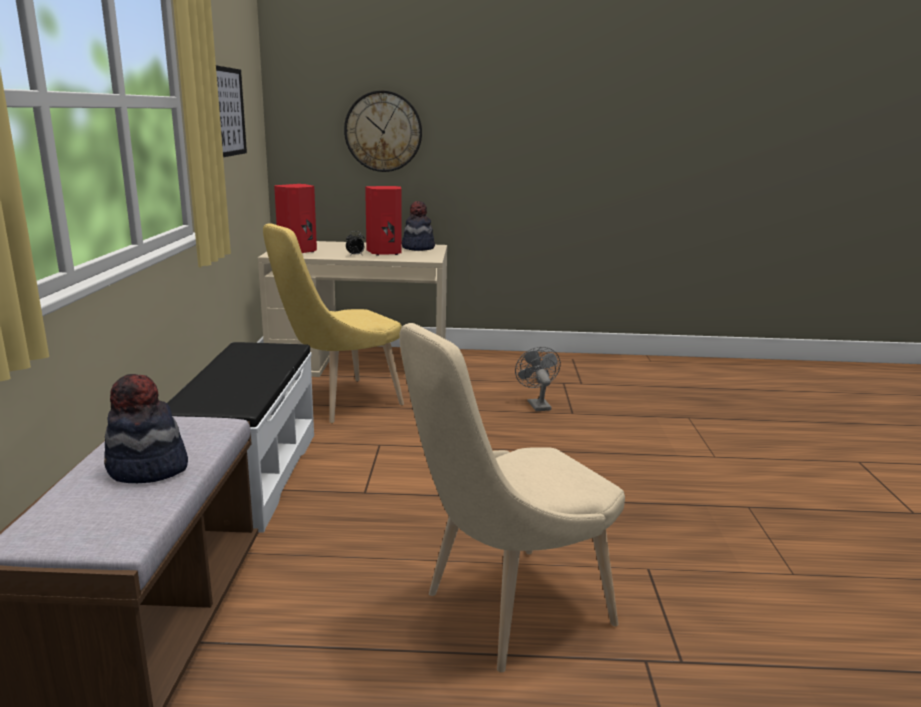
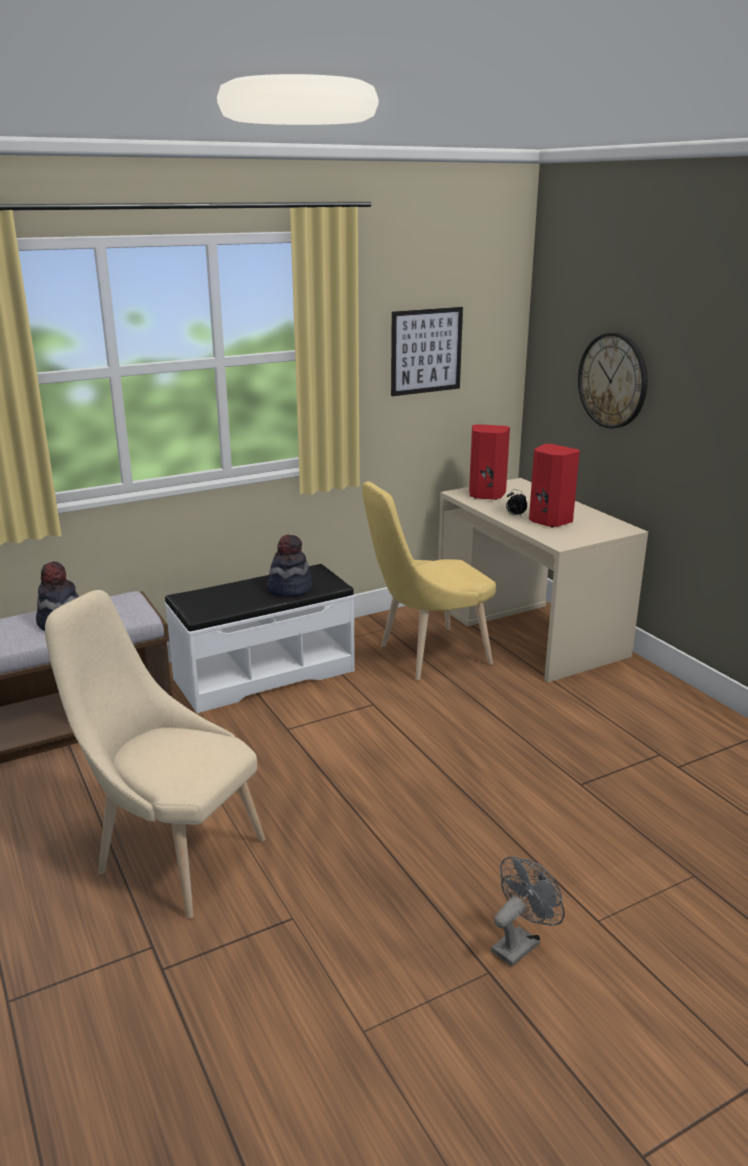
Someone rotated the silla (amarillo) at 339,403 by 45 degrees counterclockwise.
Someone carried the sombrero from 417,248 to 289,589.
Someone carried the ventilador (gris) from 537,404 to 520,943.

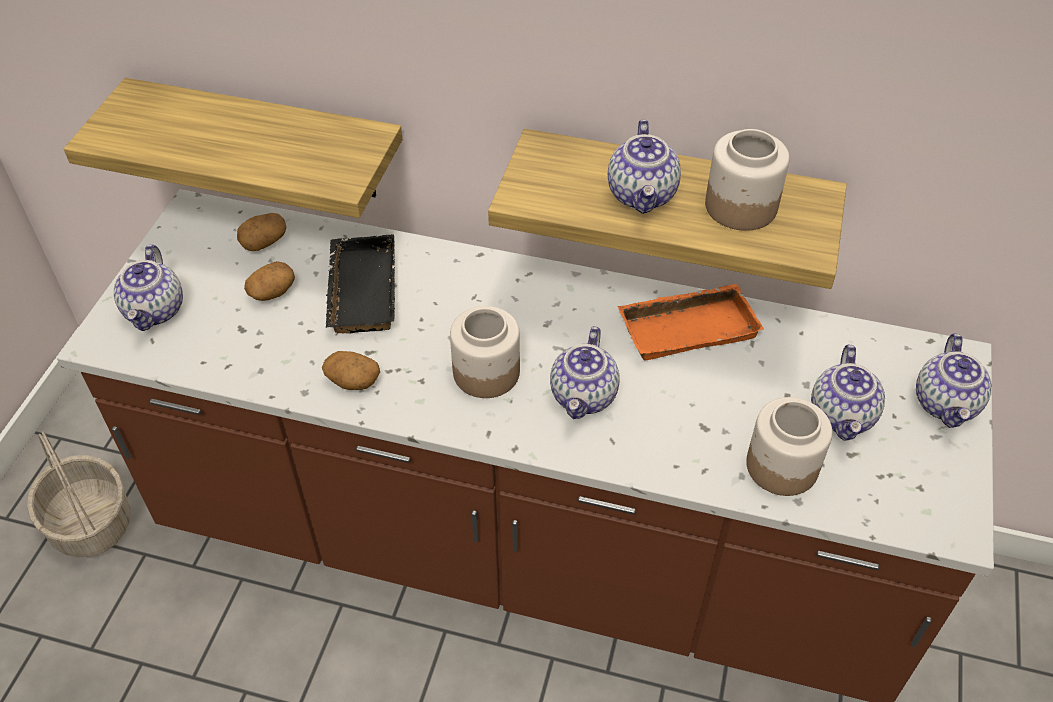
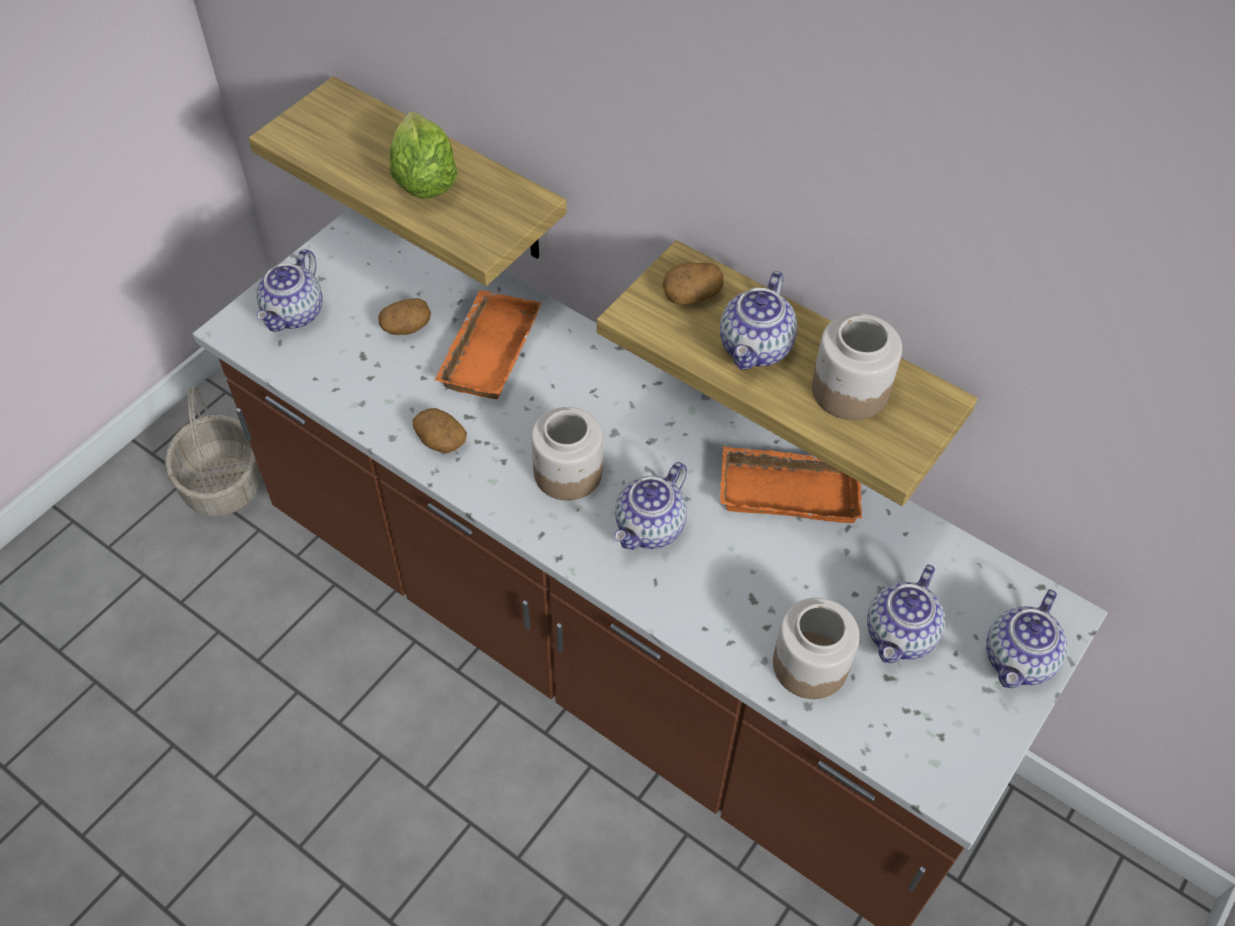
Someone carried the patata from 264,241 to 692,294.
Someone repainted the bandeja (negro) at 359,290, which became the bandeja (naranja) at 487,349.
Someone put down the lechuga at 424,181.

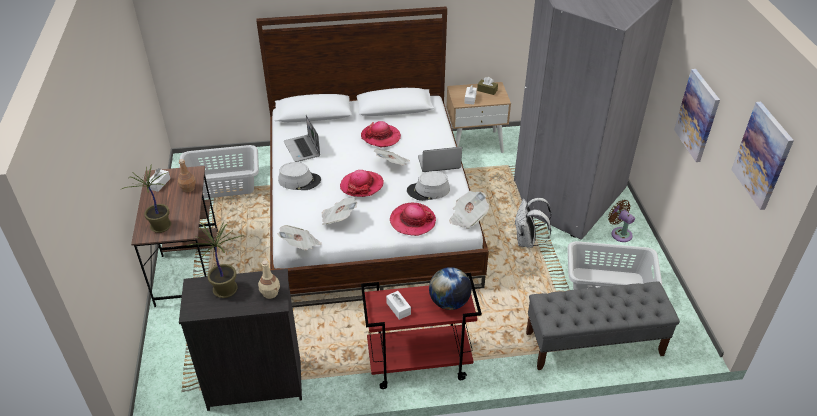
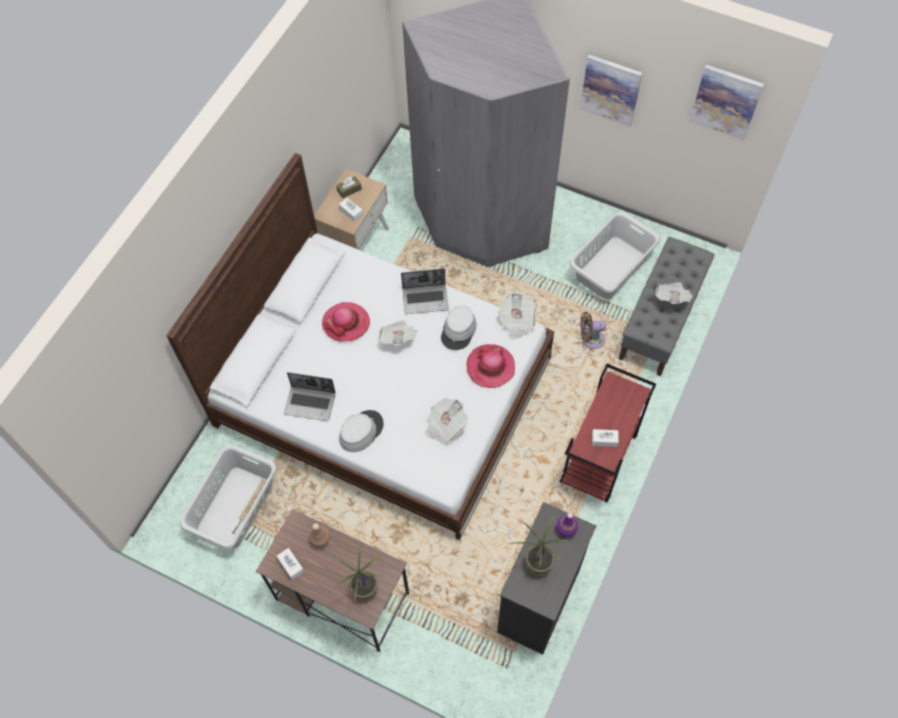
Someone repainted the botella (beis) at 270,293, which became the botella (morado) at 566,529.
Someone carried the periódico from 300,245 to 672,298.
Someone took away the sombrero at 362,185.
Someone rotated the portátil at 438,163 by 120 degrees counterclockwise.
Someone took away the globo terráqueo at 449,302.
Someone took away the mochila (blanco) at 527,241.
Someone carried the ventilador (marrón) from 619,233 to 590,339.

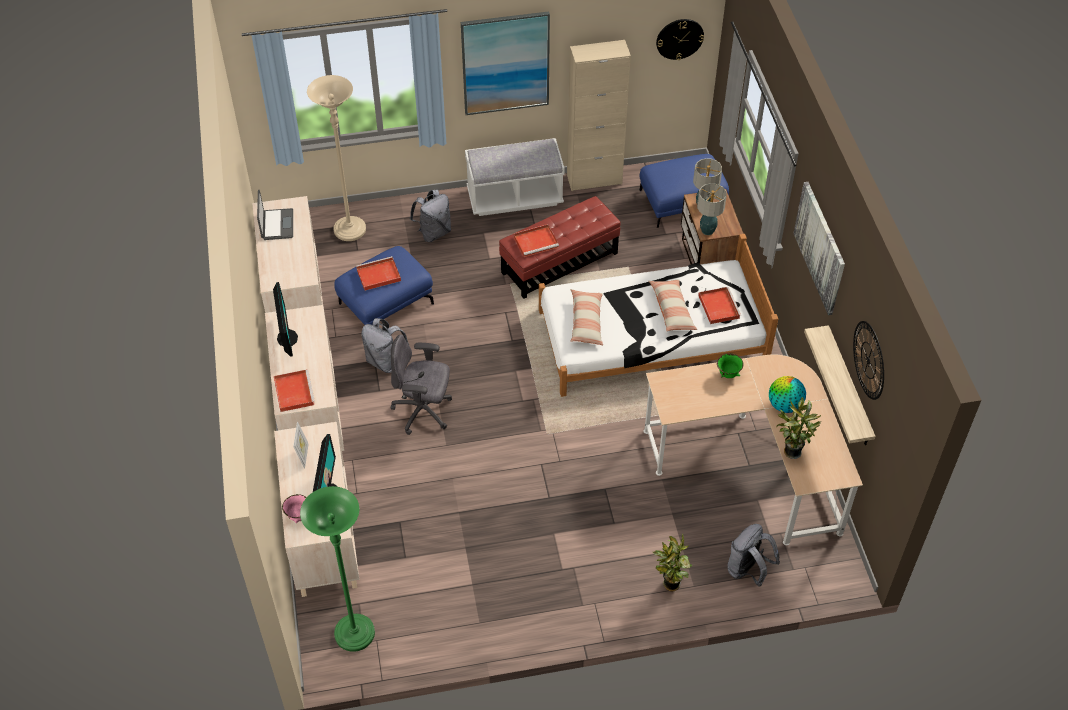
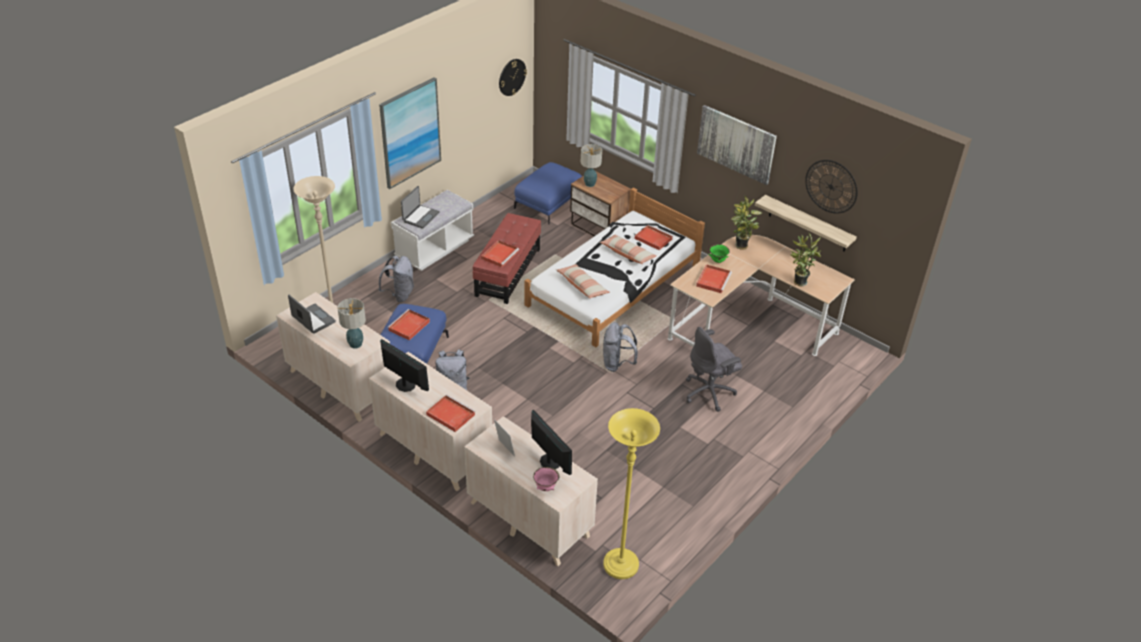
Someone repainted the lámpara de pie (verde) at 354,634, which became the lámpara de pie (amarillo) at 620,565.
Someone carried the silla de oficina (gris) from 423,411 to 709,392.
Someone took away the armario (beis) at 594,179.
Someone carried the planta en maceta from 670,585 to 741,247.
Someone carried the lámpara de mesa from 707,230 to 355,344.
Someone carried the mochila (gris) from 748,570 to 617,364.
Someone took away the globo terráqueo at 784,405.
Someone put down the portátil at 420,217.
Someone put down the bandeja (rojo) at 713,280.

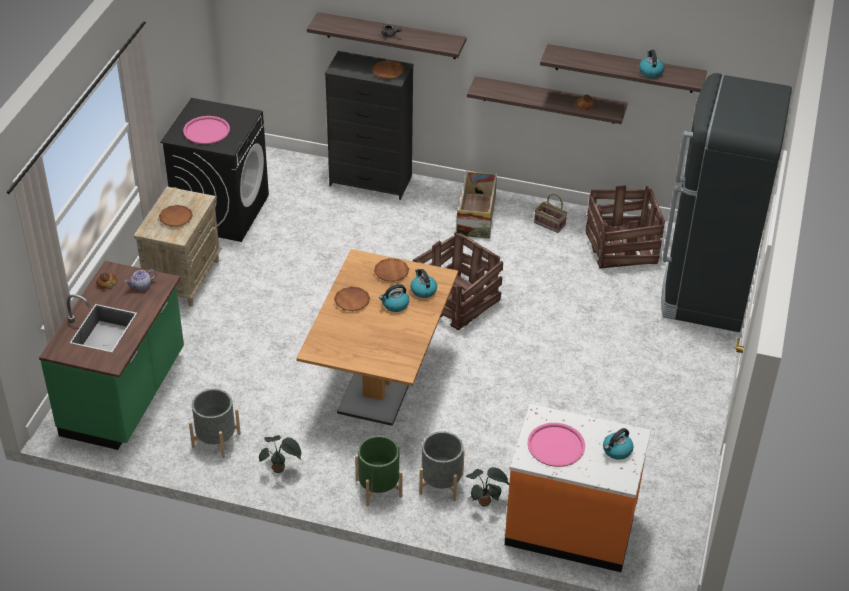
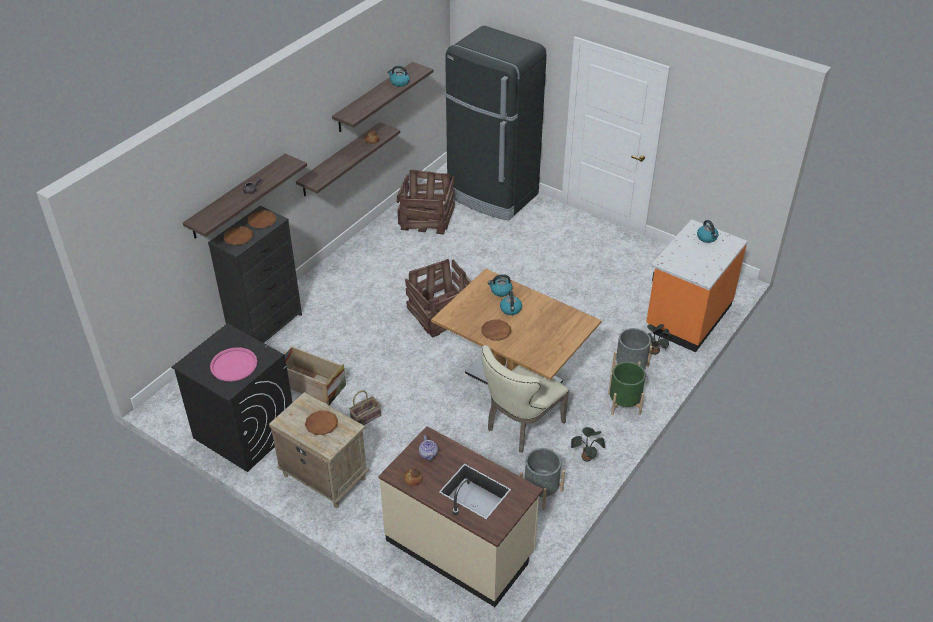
Someone repainted the mueble bajo de cocina (verde) at 125,394, which became the mueble bajo de cocina (beis) at 460,547.
Someone carried the plato (marrón) from 391,272 to 238,237.
Someone carried the caja de embalaje from 476,215 to 310,384.
Someone took away the bandeja (rosa) at 556,445.
Someone carried the cesta from 550,224 to 366,416.
Someone put down the silla (beis) at 521,427.

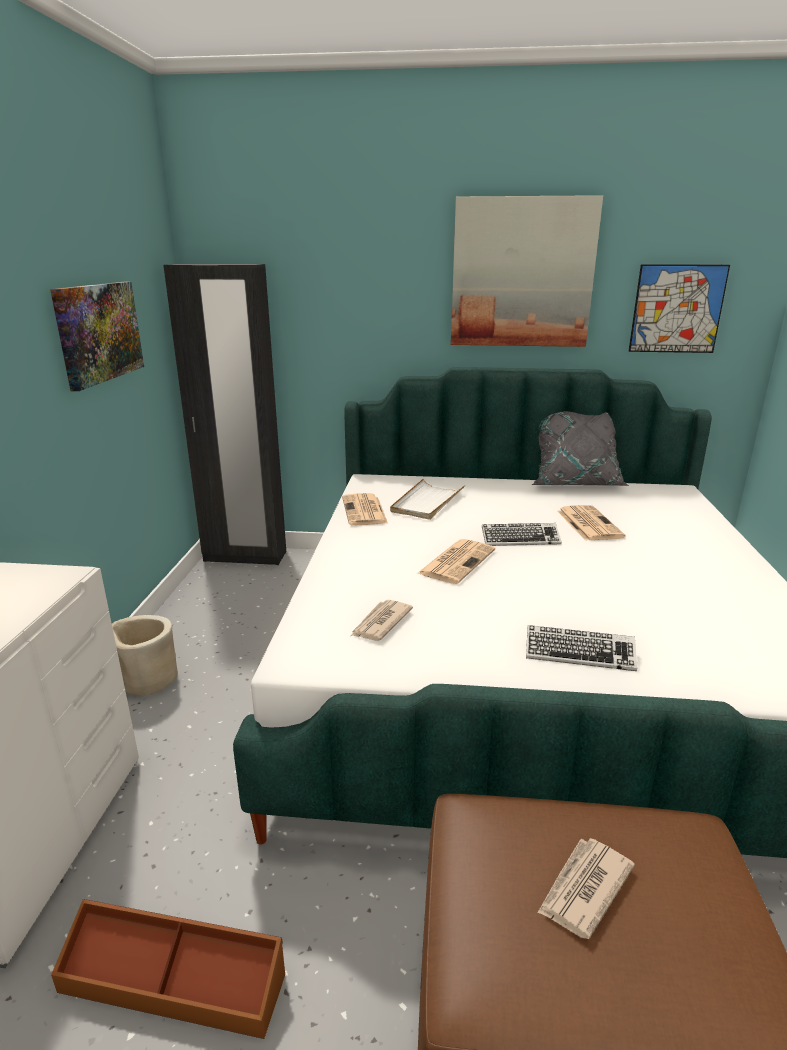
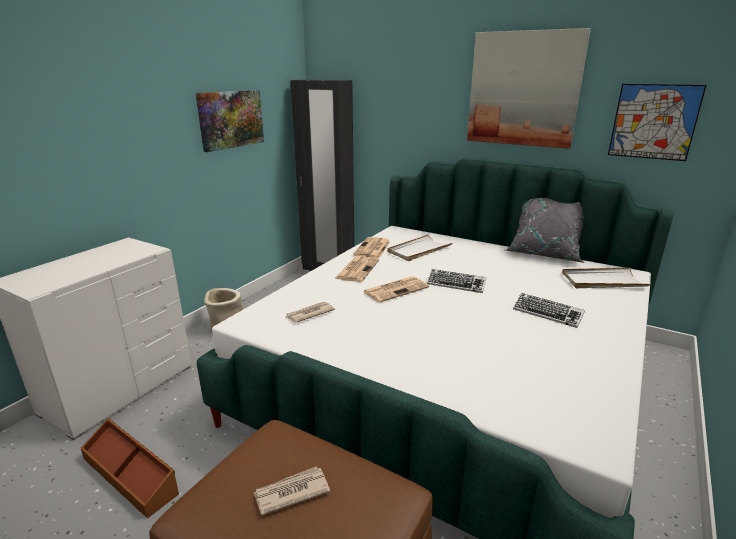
Someone carried the teclado from 579,653 to 547,313.
Someone carried the periódico from 588,523 to 357,269.
Someone put down the bandeja (blanco) at 602,281.

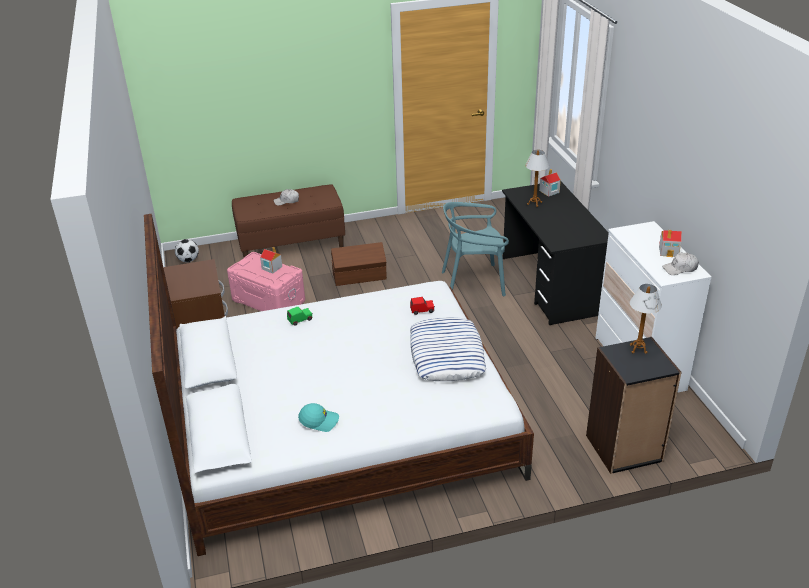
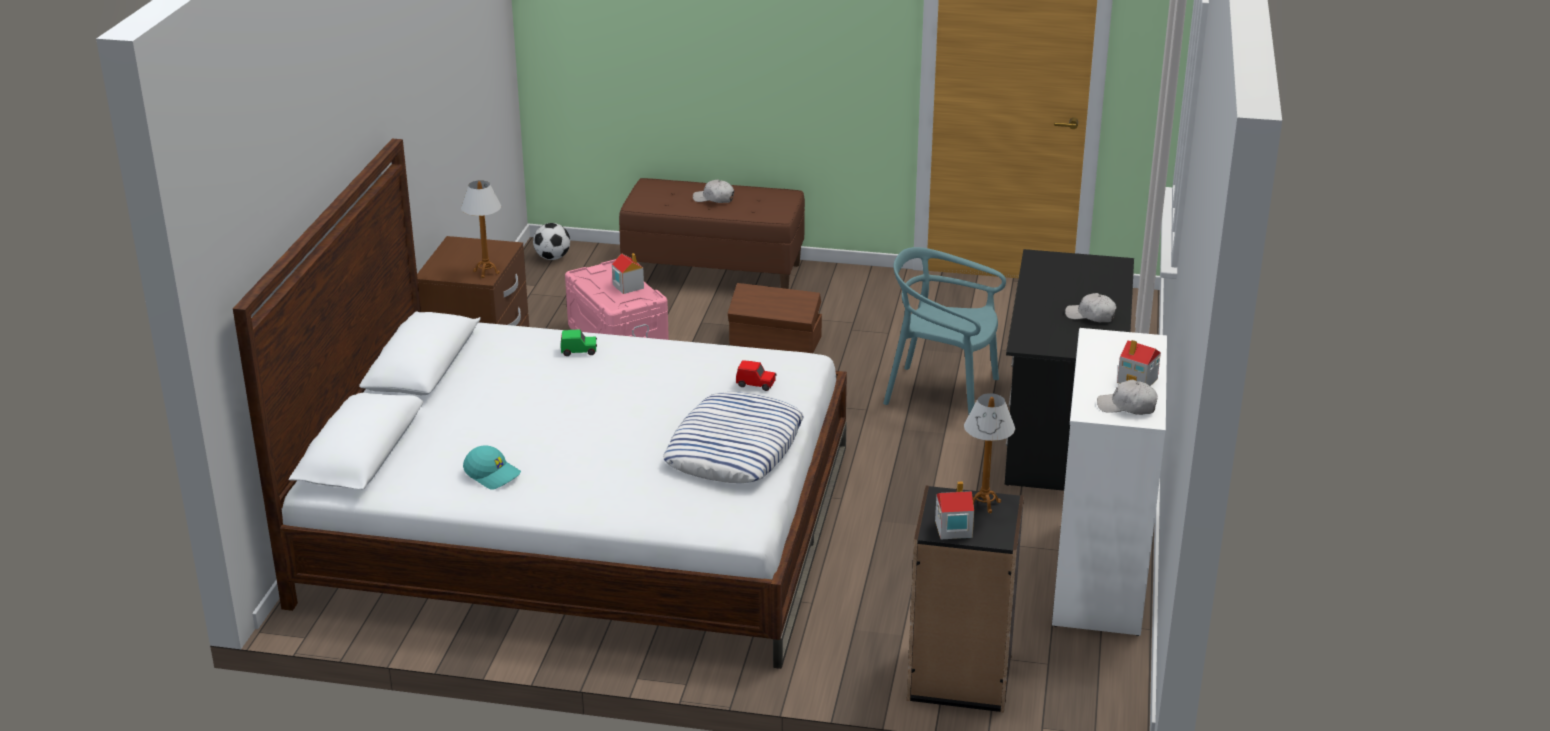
Someone carried the lámpara de mesa from 534,203 to 486,272.
Someone carried the casita from 549,191 to 953,529.
Someone put down the gorra (blanco) at 1091,316.

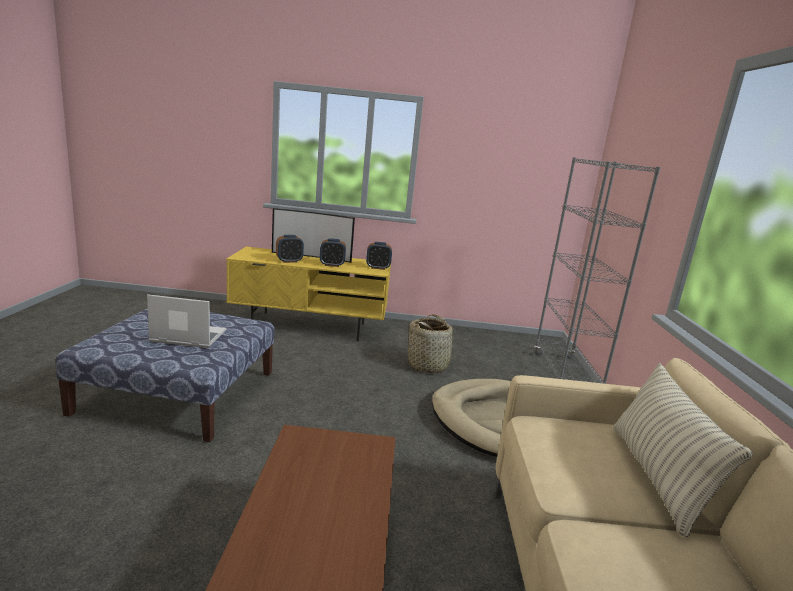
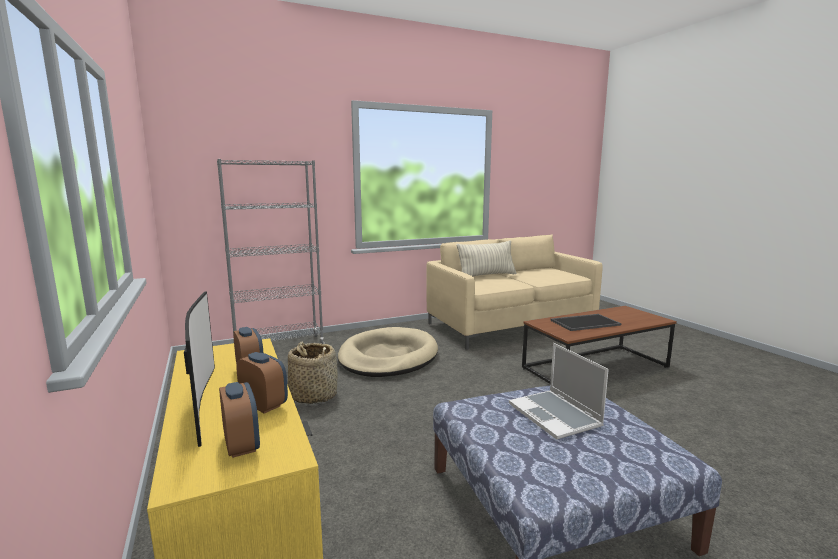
Someone carried the despertador from 378,268 to 241,445.
Someone put down the bandeja at 585,322.

